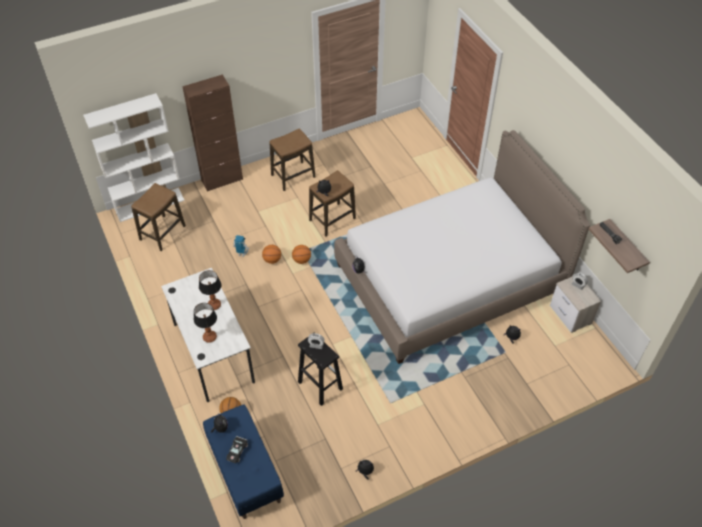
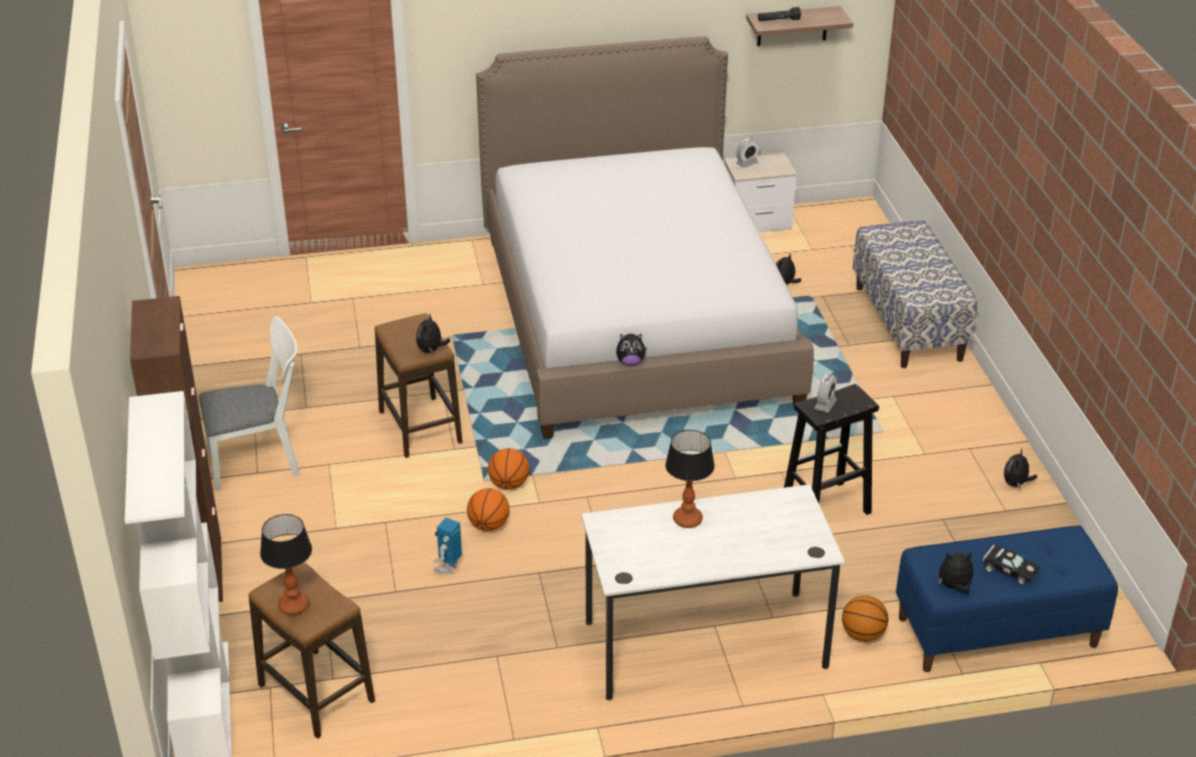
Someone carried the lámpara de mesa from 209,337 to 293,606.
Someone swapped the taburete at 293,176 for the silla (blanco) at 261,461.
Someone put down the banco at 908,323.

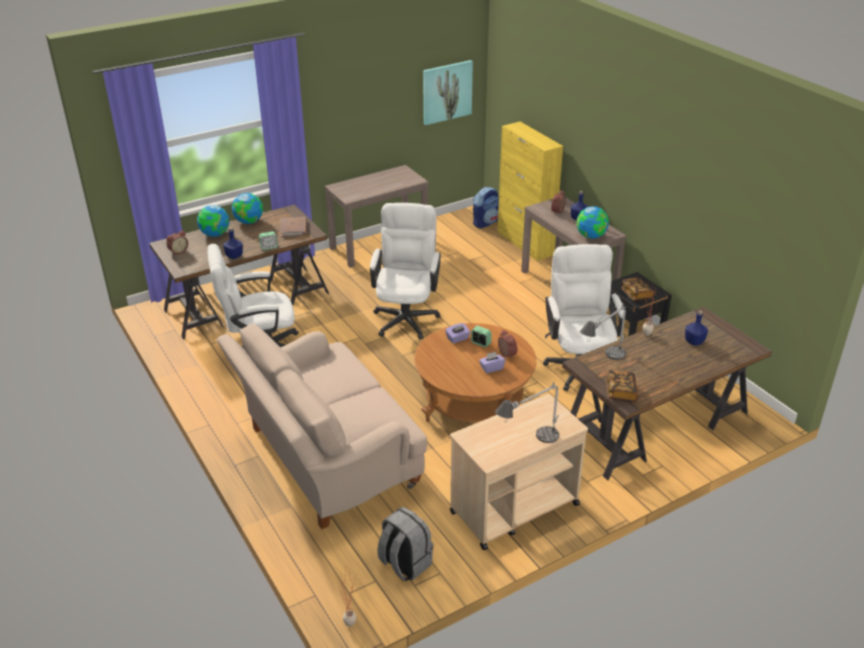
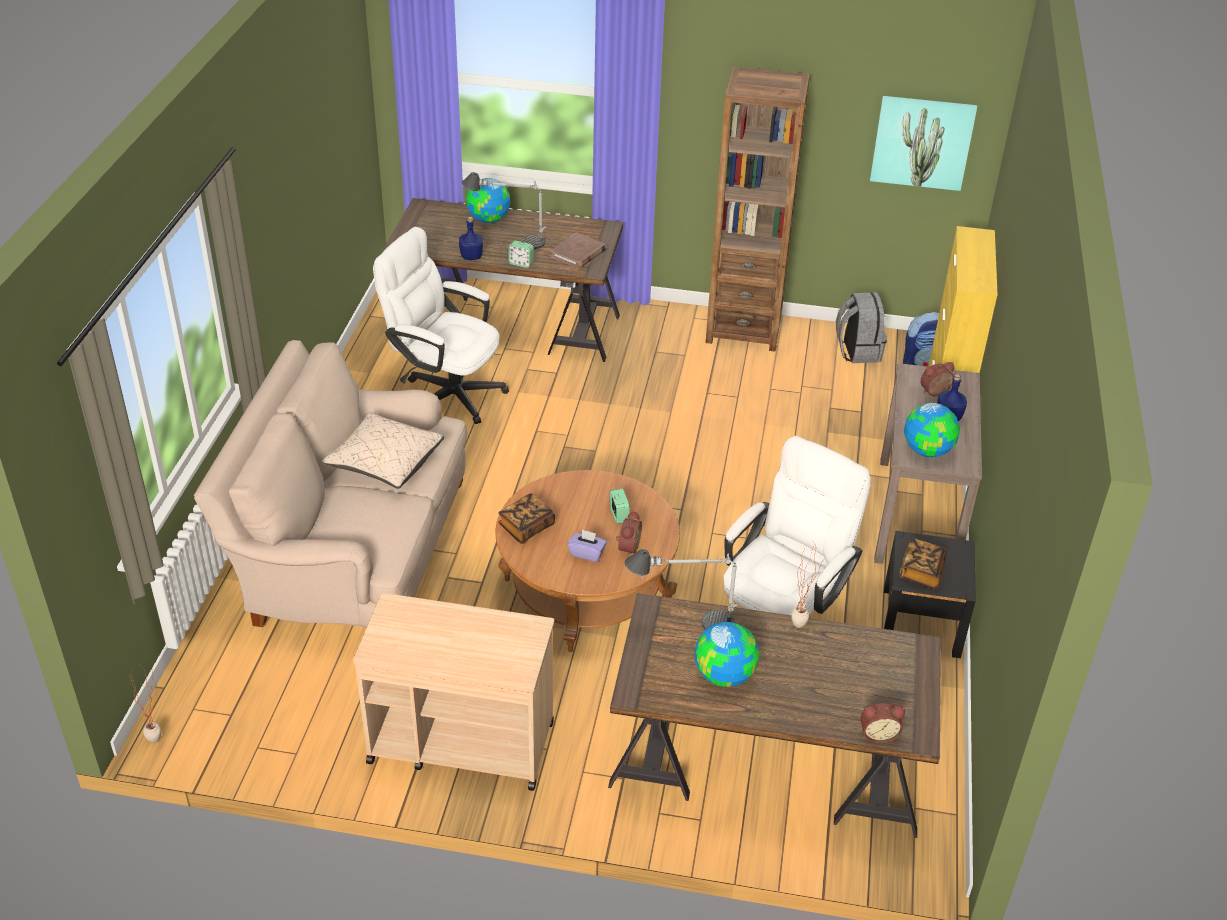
Someone carried the despertador from 178,251 to 878,734.
Someone carried the globo terráqueo from 249,221 to 724,675.
Someone swapped the mesa consola (marrón) at 379,245 for the estantería (marrón) at 743,330.
Someone took away the silla de oficina (blanco) at 406,316.
Someone carried the mochila (gris) from 404,564 to 857,351.
Someone took away the caja de pañuelos (morado) at 457,339.
Someone carried the lámpara de mesa from 528,444 to 508,240.
Someone carried the libro from 621,393 to 526,527.
Someone took away the botella (azul) at 694,342.
Someone put down the cojín (beis) at 385,463.

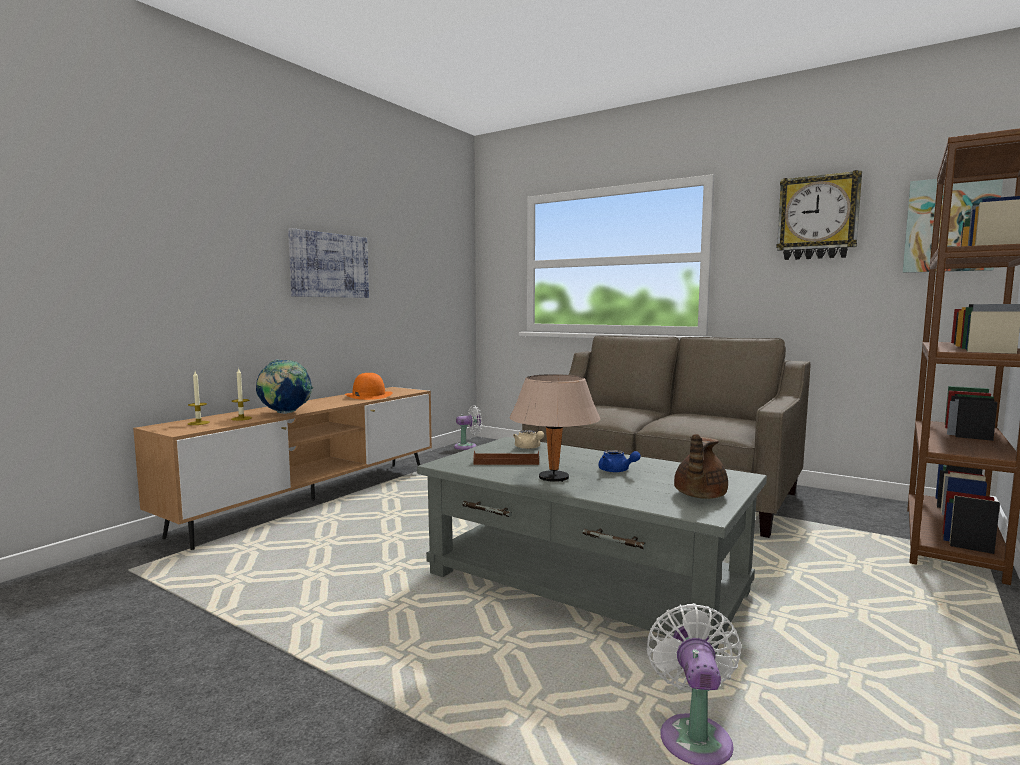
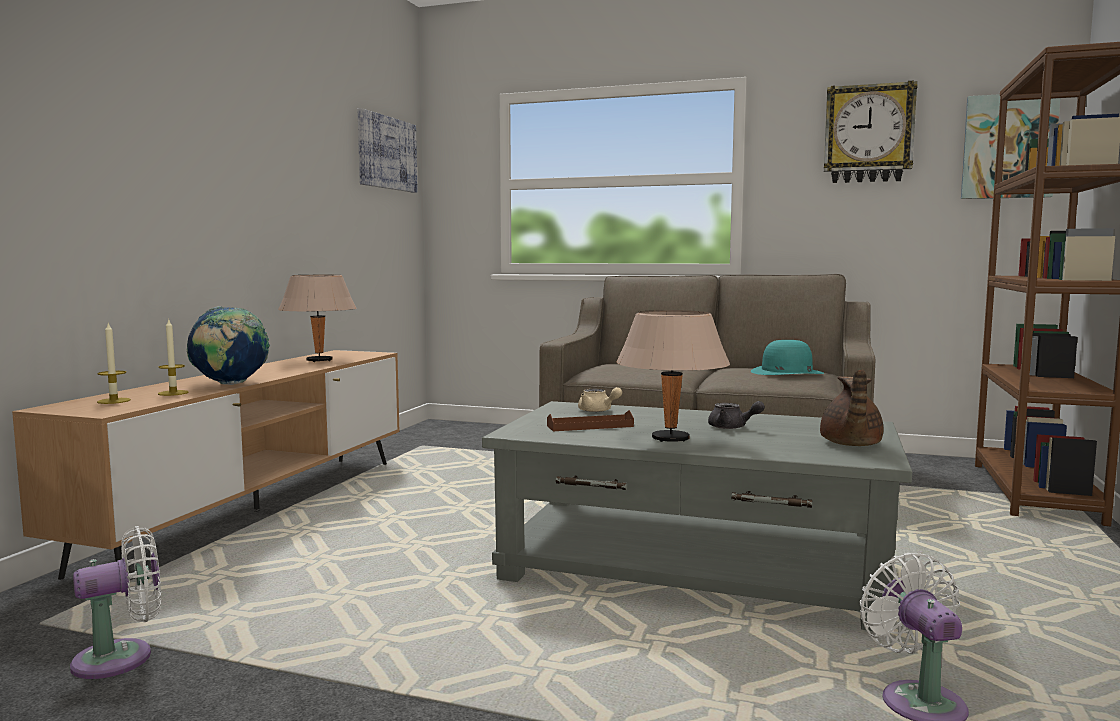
Someone carried the cuadro from 329,265 to 387,153.
Someone swapped the sombrero (naranja) at 368,395 for the lámpara de mesa (beis) at 319,361.
Someone carried the ventilador (blanco) from 468,446 to 121,658.
Someone repainted the tetera (azul) at 617,471, which became the tetera (gris) at 732,427.
Someone put down the sombrero (turquesa) at 786,372.

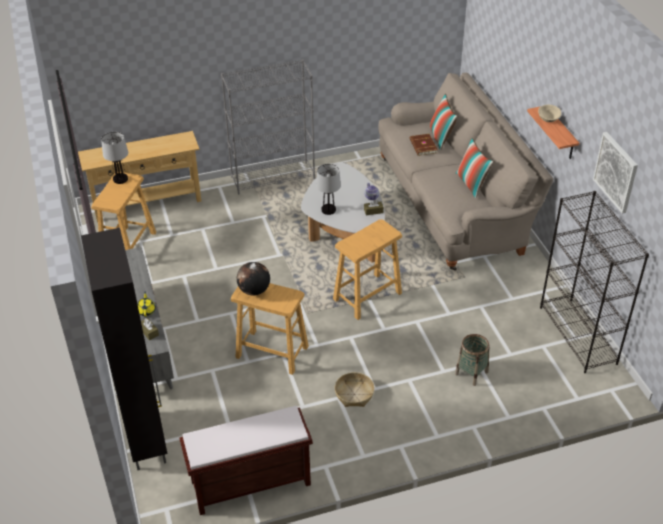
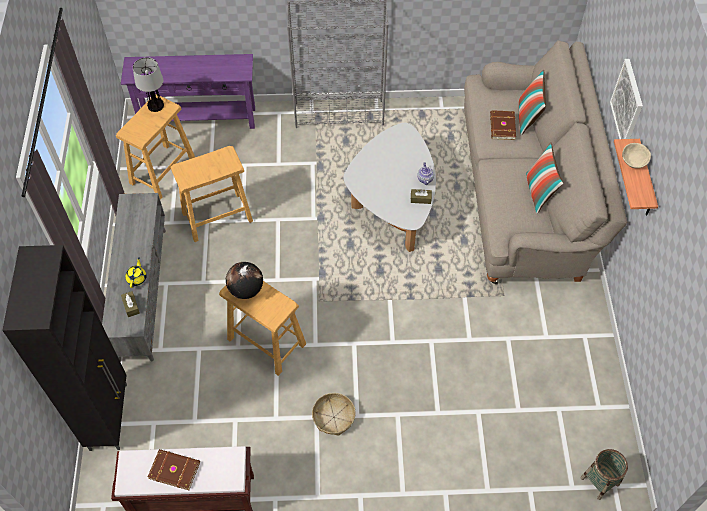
Someone repainted the mesa consola (beis) at 147,203, which became the mesa consola (morado) at 198,119.
Someone took away the lámpara de mesa at 328,210.
Someone carried the taburete (beis) from 367,296 to 216,217.
Someone carried the cesta from 471,373 to 600,481.
Someone took away the estantería (negro) at 578,335.
Someone carried the cuadro from 616,172 to 627,103.
Someone put down the libro (marrón) at 174,469.

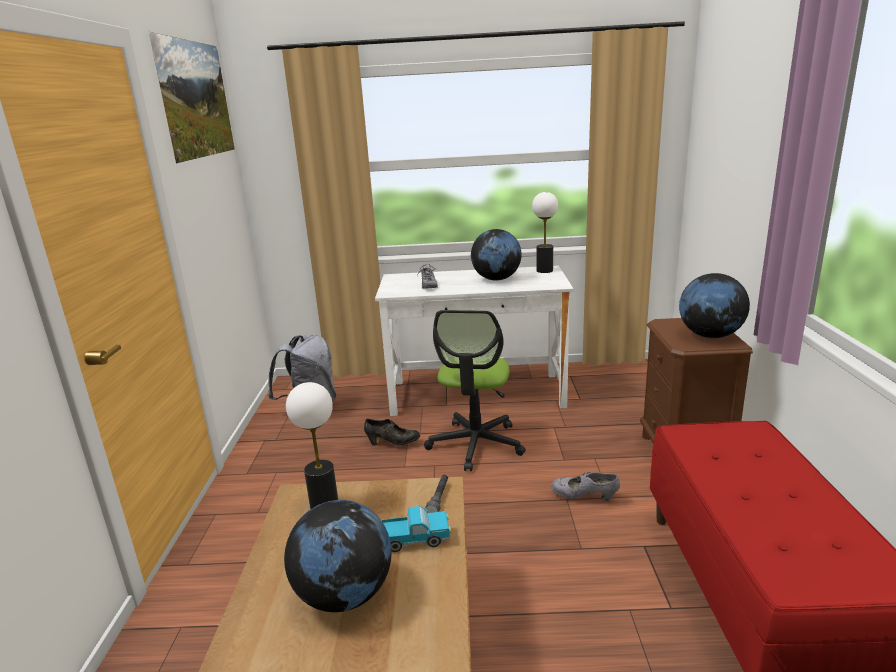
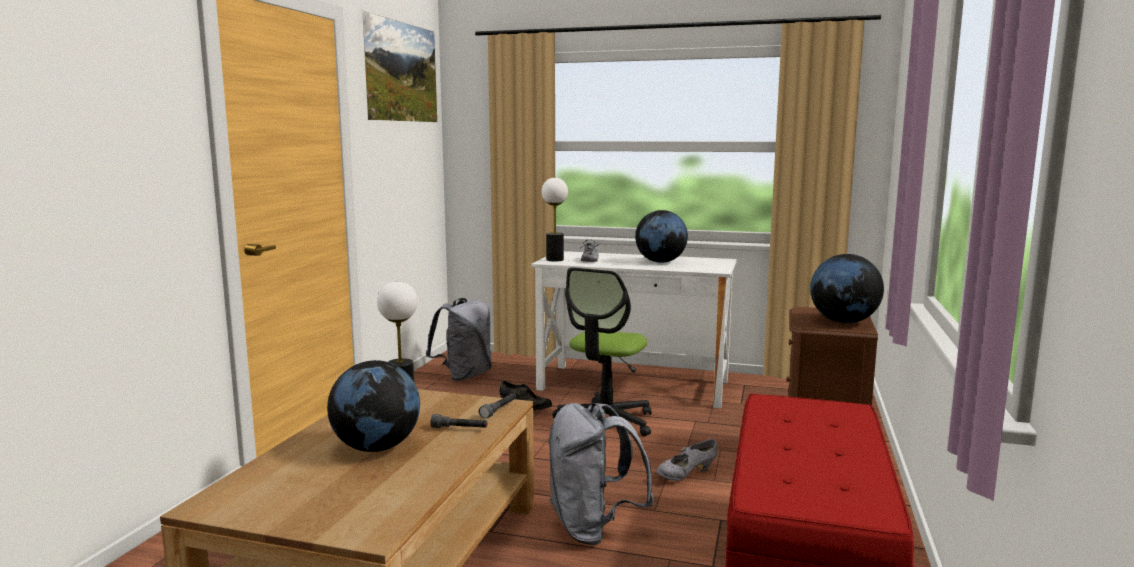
Someone swapped the camión de juguete at 416,539 for the linterna (gris) at 459,429.
Someone carried the lámpara de mesa from 544,270 to 555,260.
Someone rotated the zapato (gris) at 584,497 by 60 degrees counterclockwise.
Someone put down the mochila (gris) at 593,528.

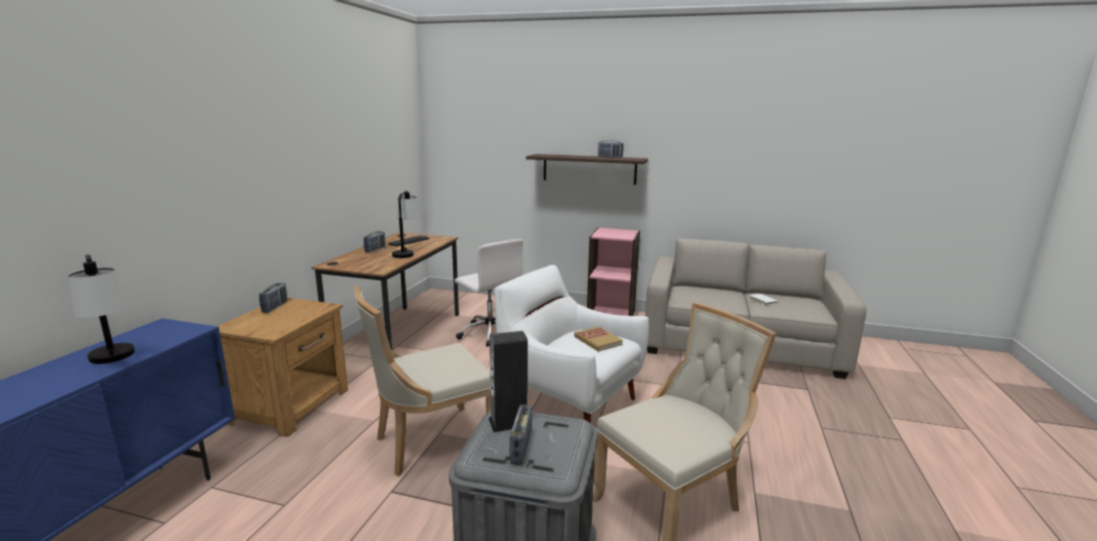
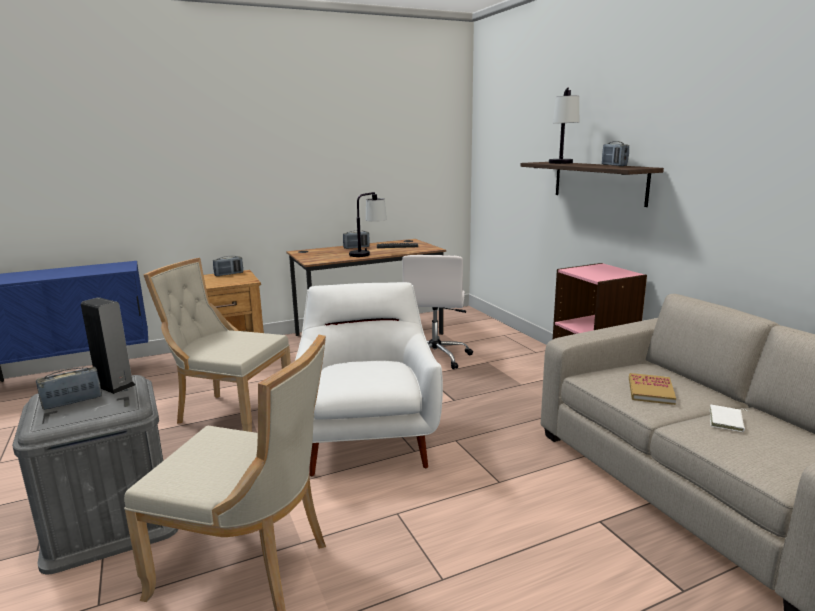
Someone carried the lámpara de mesa from 114,362 to 562,163.
Someone carried the libro from 597,340 to 650,391.

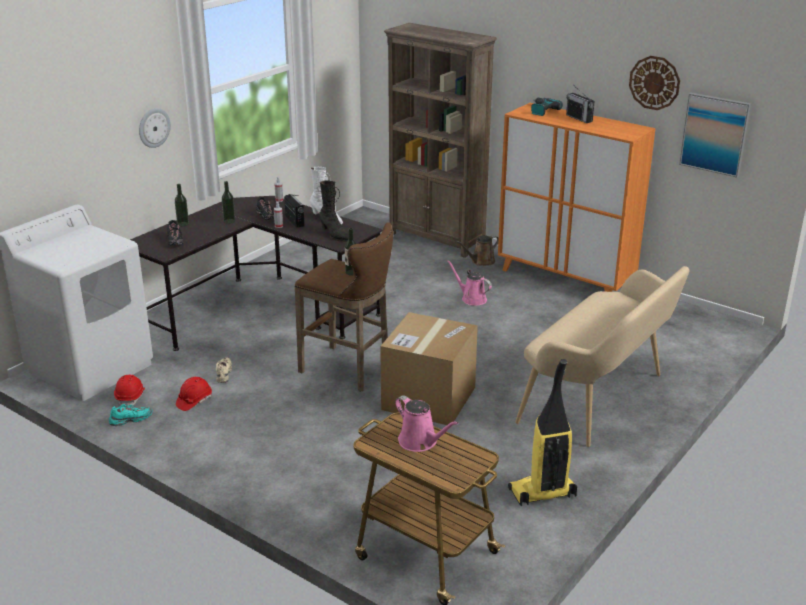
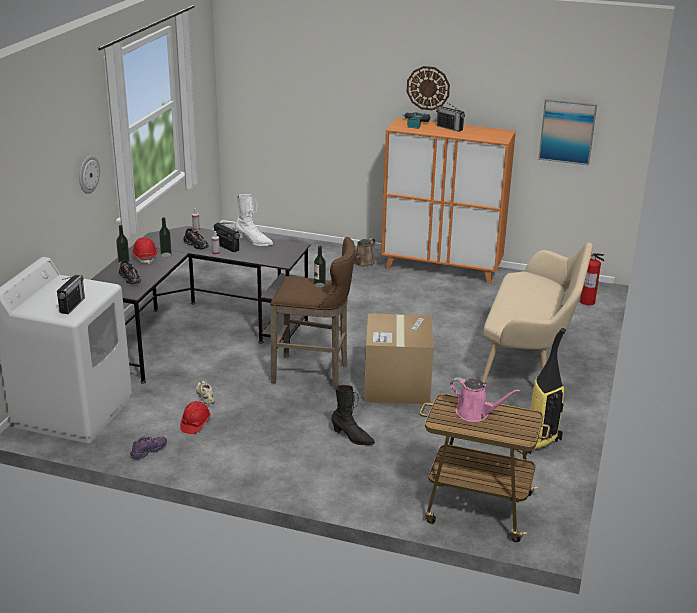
Someone repainted the zapato (turquesa) at 131,420, which became the zapato (morado) at 148,451.
Someone carried the casco (rojo) from 131,397 to 145,257.
Someone carried the bota (negro) from 335,235 to 352,437.
Someone took away the estantería (marrón) at 437,239.
Someone took away the regadera (rosa) at 471,299.
Someone carried the reloj de pared from 654,82 to 428,88.
Someone put down the radio at 72,305.
Someone put down the extintor at 587,301.

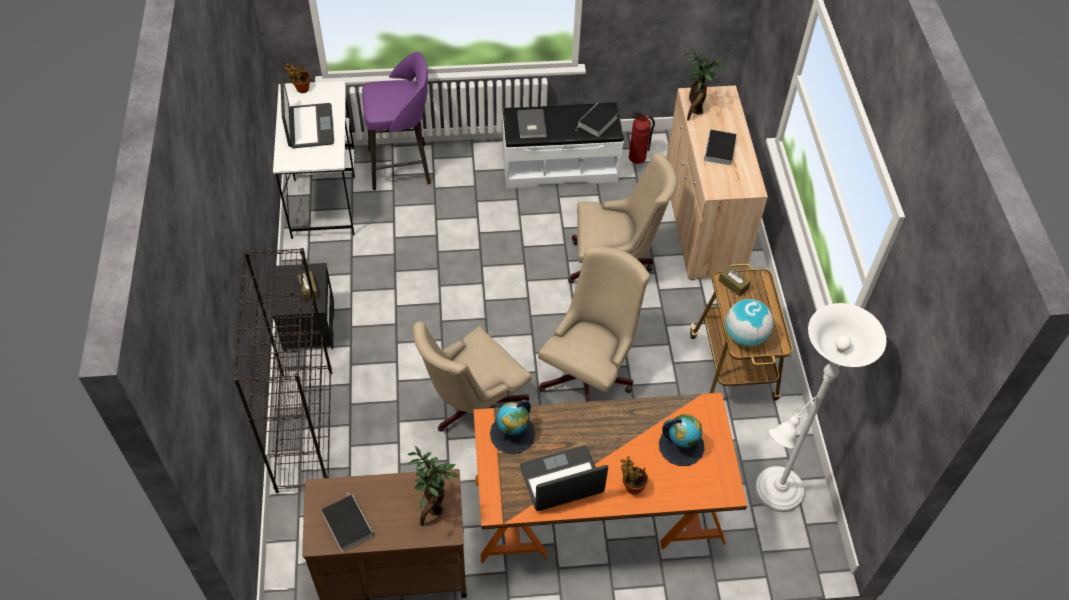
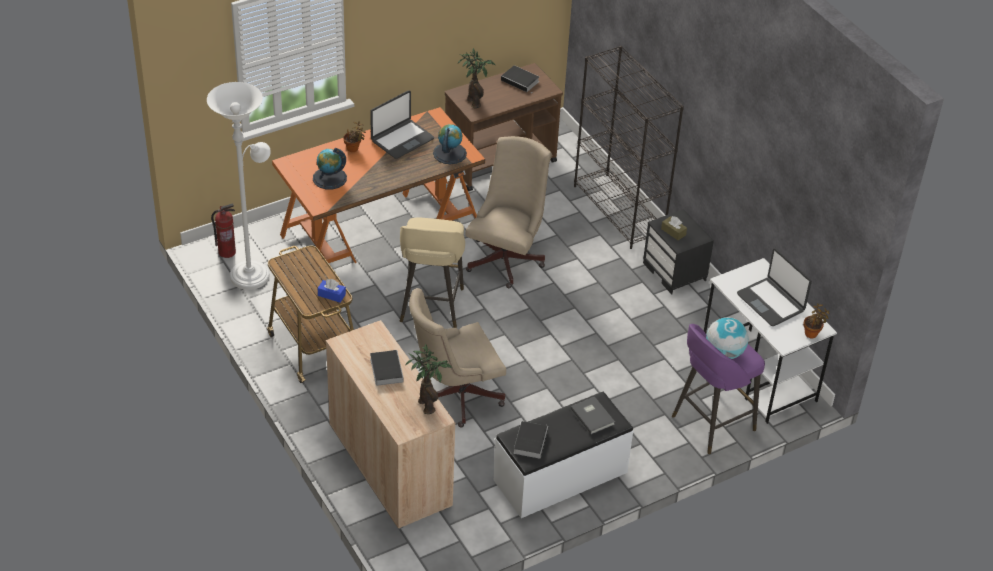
Someone swapped the silla de oficina (beis) at 589,374 for the taburete (beis) at 431,307.
Someone carried the extintor from 637,158 to 227,252.
Someone repainted the caja de pañuelos (marrón) at 733,284, which became the caja de pañuelos (azul) at 331,295.
Someone carried the globo terráqueo from 745,336 to 724,353.

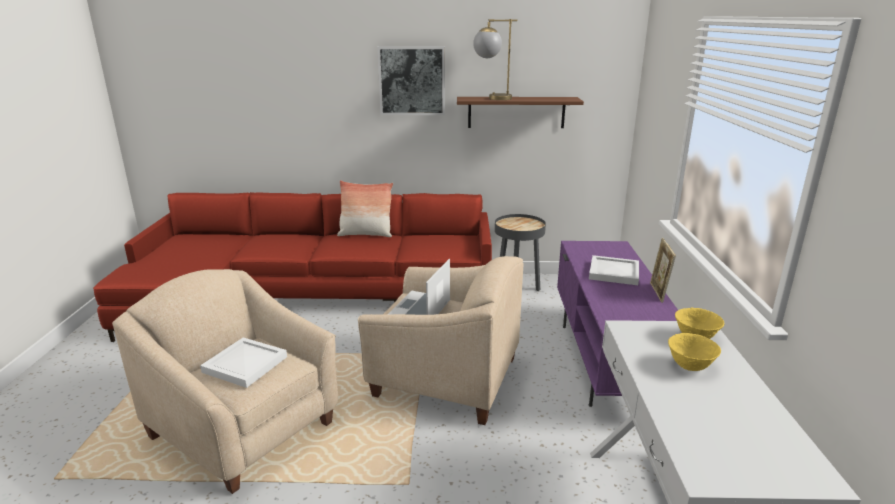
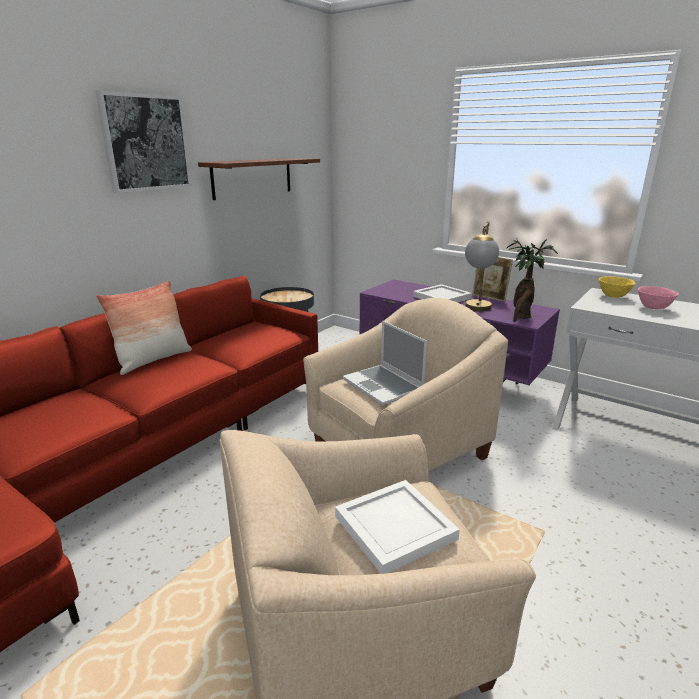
Someone carried the lámpara de mesa from 492,99 to 477,310.
Someone repainted the cuenco (amarillo) at 690,366, which became the cuenco (rosa) at 653,308.
Someone put down the planta en maceta at 521,316.

